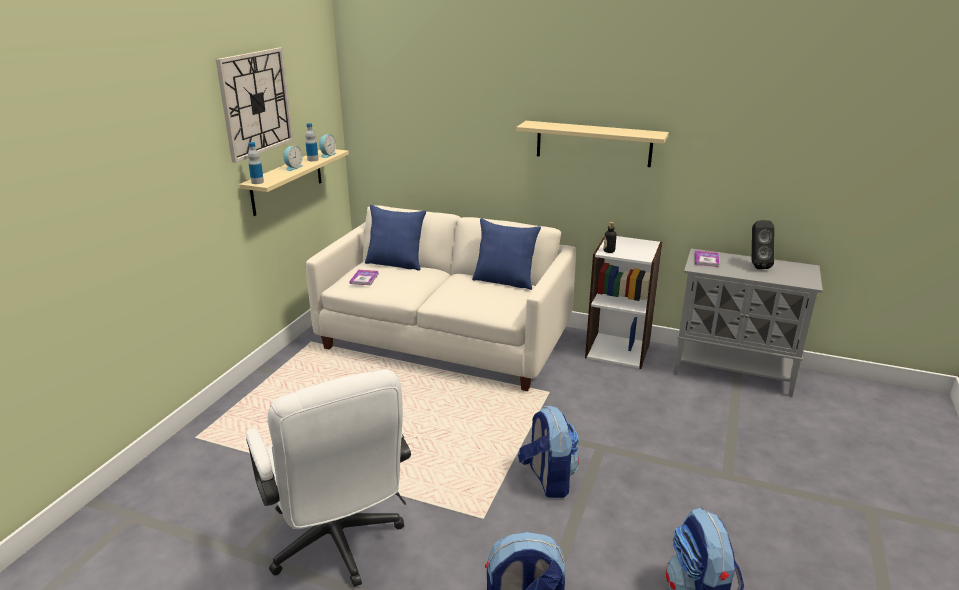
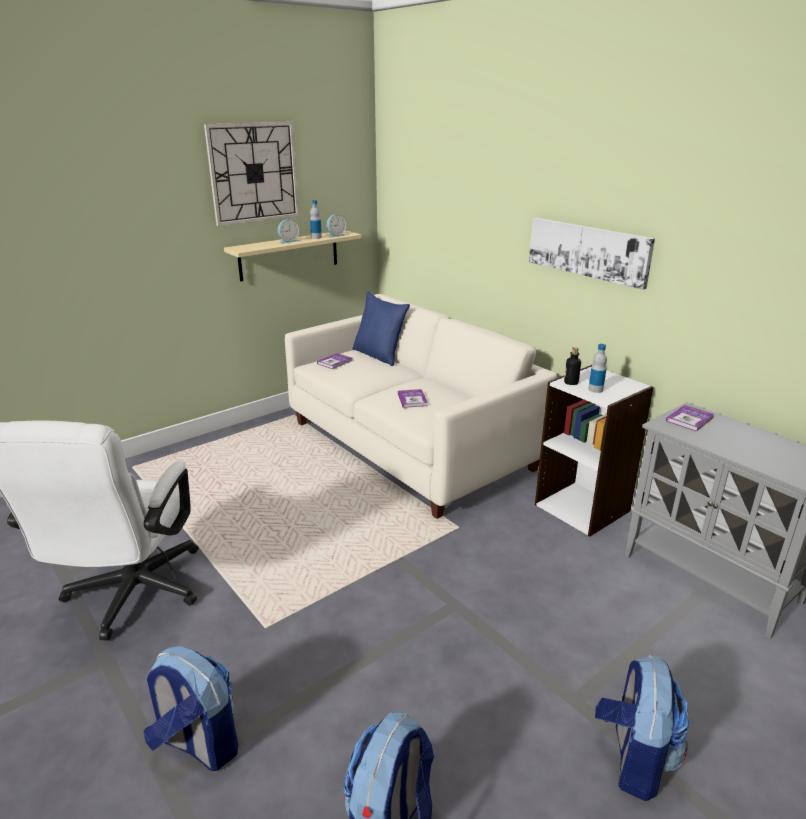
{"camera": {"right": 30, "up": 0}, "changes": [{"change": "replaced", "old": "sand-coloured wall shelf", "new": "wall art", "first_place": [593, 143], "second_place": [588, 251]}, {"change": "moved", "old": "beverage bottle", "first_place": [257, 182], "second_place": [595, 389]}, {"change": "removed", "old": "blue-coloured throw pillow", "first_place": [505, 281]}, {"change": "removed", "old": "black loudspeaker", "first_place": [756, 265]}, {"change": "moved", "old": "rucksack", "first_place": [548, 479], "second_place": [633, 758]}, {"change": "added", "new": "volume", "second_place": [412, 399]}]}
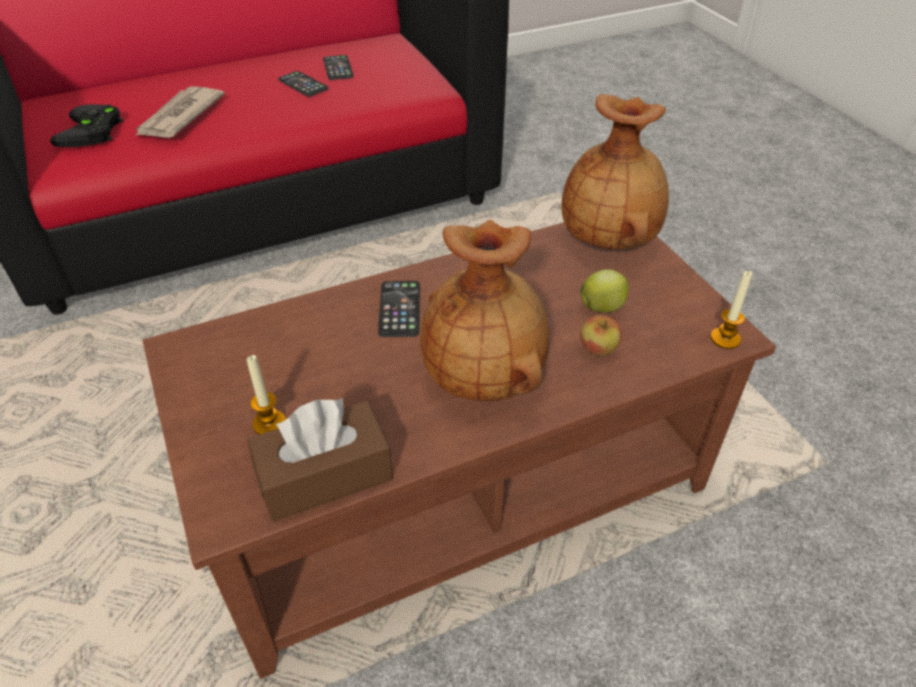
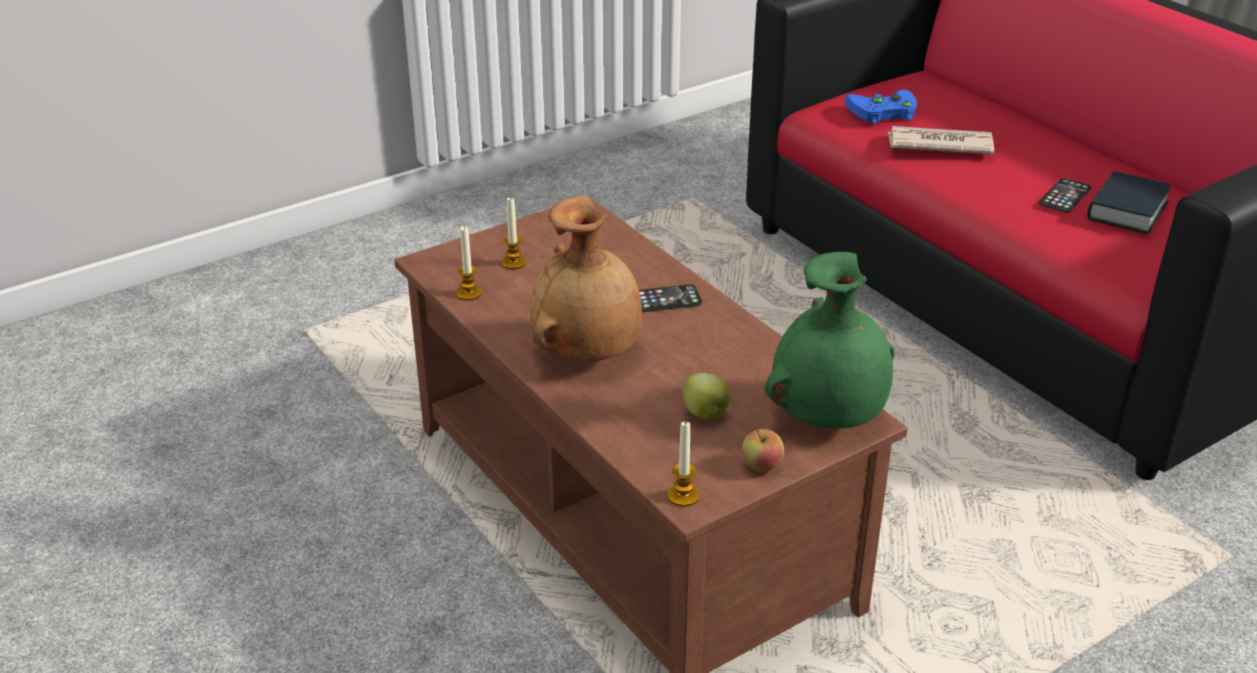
{"camera": {"right": 80, "up": -10}, "changes": [{"change": "replaced", "old": "phone", "new": "volume", "first_place": [338, 68], "second_place": [1126, 211]}, {"change": "recoloured", "old": "brownish flower vase", "new": "green-coloured flower vase", "first_place": [609, 239], "second_place": [829, 416]}, {"change": "recoloured", "old": "black gamepad", "new": "blue-coloured gamepad", "first_place": [92, 132], "second_place": [881, 112]}, {"change": "moved", "old": "apple fruit", "first_place": [598, 349], "second_place": [761, 466]}, {"change": "replaced", "old": "brownish tissue box", "new": "wax light", "first_place": [325, 475], "second_place": [469, 293]}]}
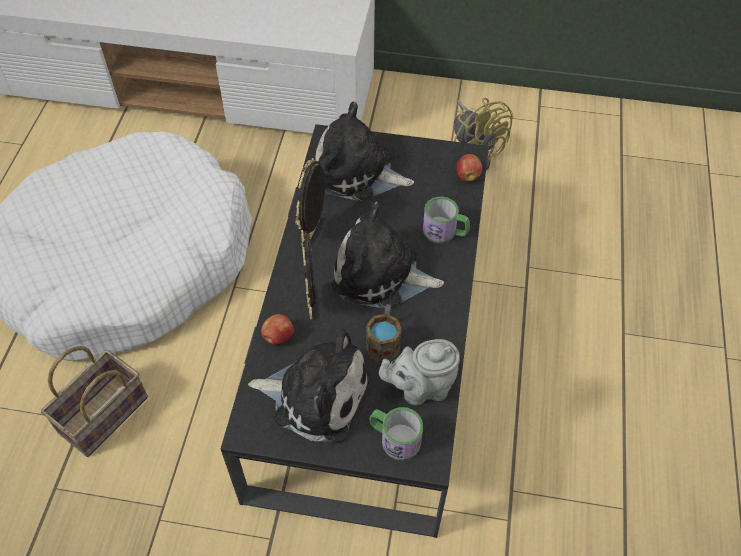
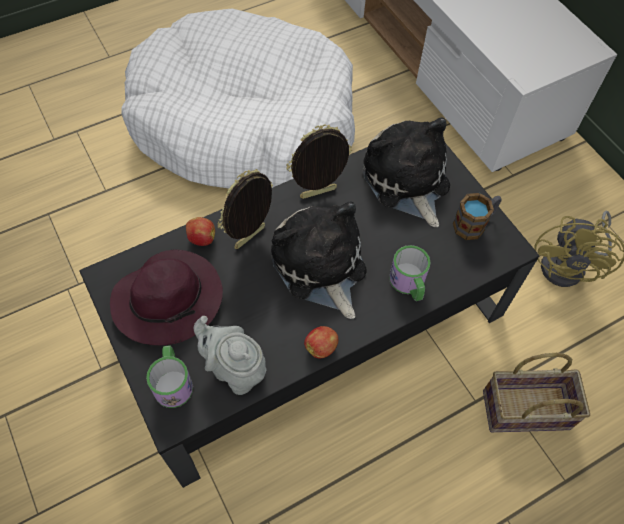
{"camera": {"right": 50, "up": 5}, "changes": [{"change": "moved", "old": "apple fruit", "first_place": [467, 176], "second_place": [321, 347]}, {"change": "moved", "old": "tea mug", "first_place": [384, 342], "second_place": [474, 224]}, {"change": "replaced", "old": "cuddly toy", "new": "purple-coloured clothing hat", "first_place": [316, 395], "second_place": [170, 299]}, {"change": "moved", "old": "basket", "first_place": [103, 417], "second_place": [524, 411]}]}
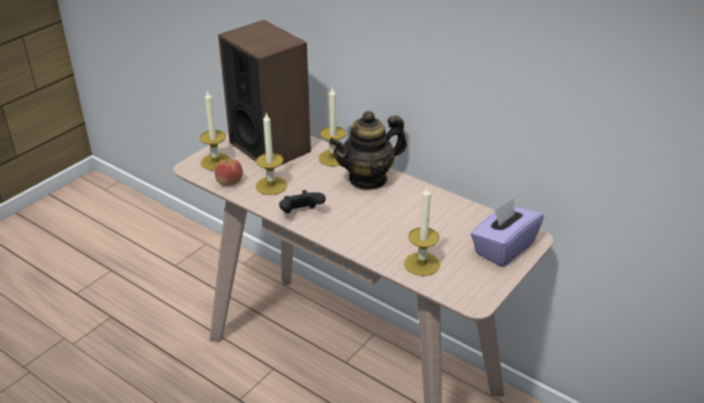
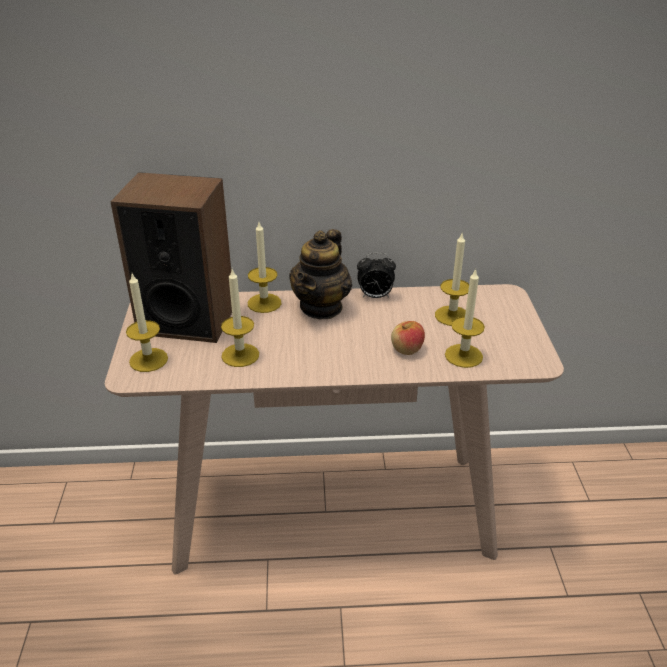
{"camera": {"right": -40, "up": 0}, "changes": [{"change": "moved", "old": "apple fruit", "first_place": [229, 182], "second_place": [407, 349]}, {"change": "removed", "old": "black gamepad", "first_place": [301, 214]}, {"change": "removed", "old": "purple-coloured tissue box", "first_place": [503, 248]}, {"change": "added", "new": "wax light", "second_place": [452, 316]}, {"change": "added", "new": "bedside clock", "second_place": [375, 296]}]}
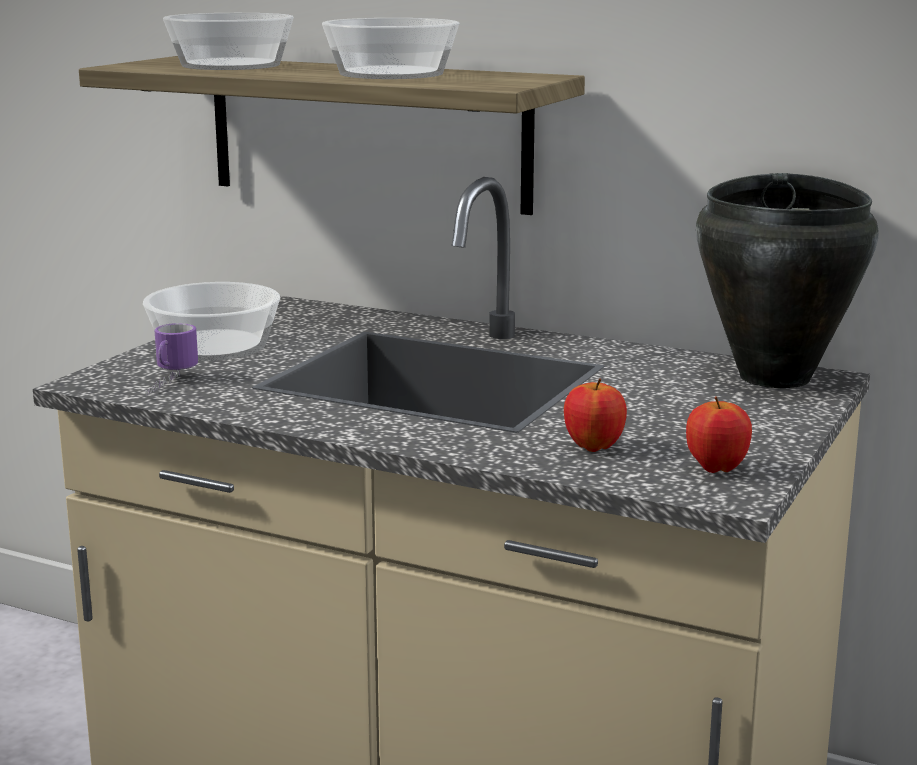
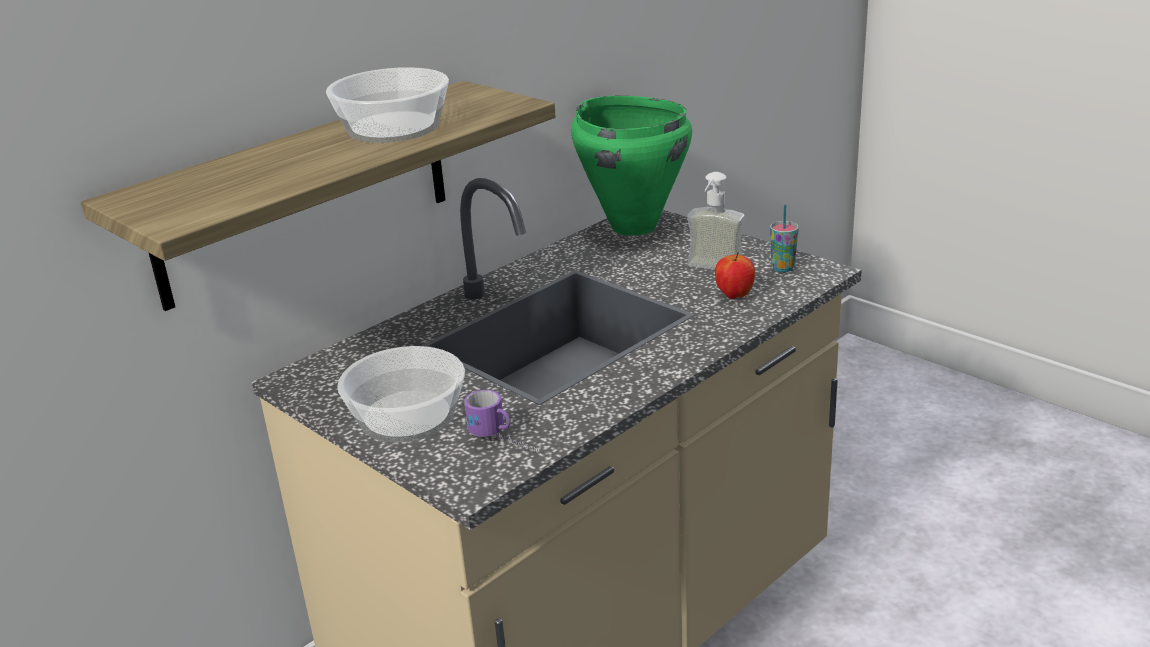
{"camera": {"right": -70, "up": 10}, "changes": [{"change": "removed", "old": "serving bowl", "first_place": [230, 65]}, {"change": "recoloured", "old": "black saucepot", "new": "green-coloured saucepot", "first_place": [776, 377], "second_place": [633, 226]}, {"change": "replaced", "old": "apple fruit", "new": "drinking cup", "first_place": [716, 469], "second_place": [782, 268]}, {"change": "added", "new": "soap dispenser", "second_place": [712, 270]}]}
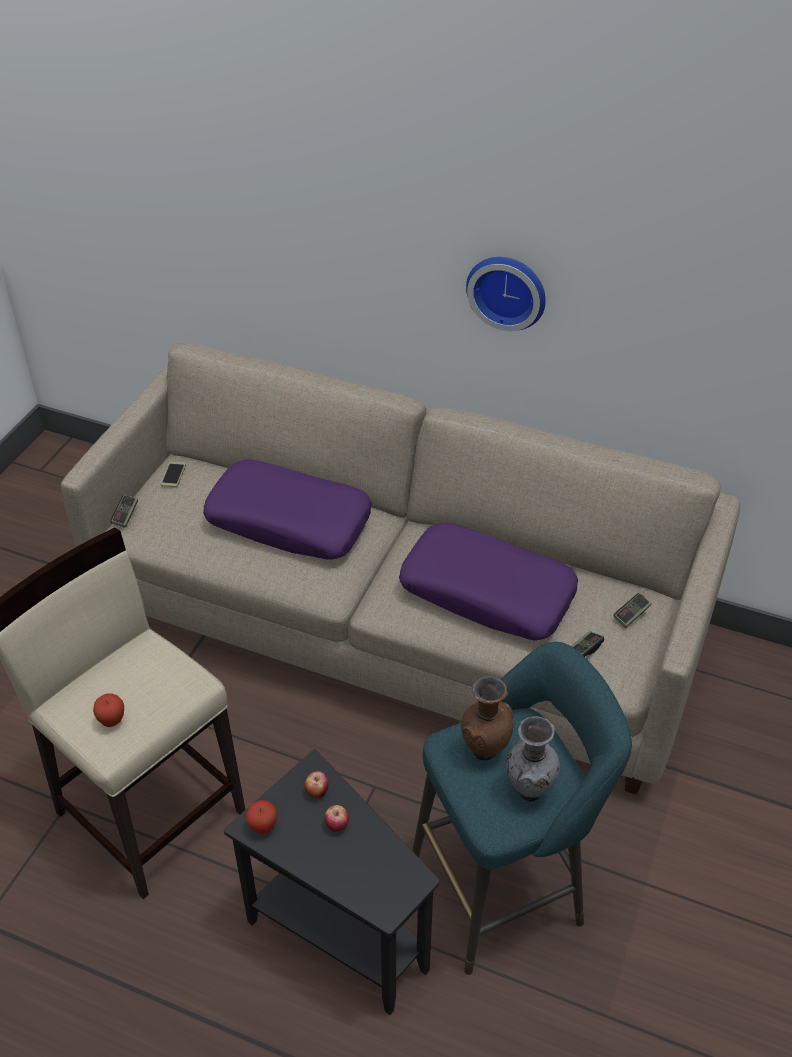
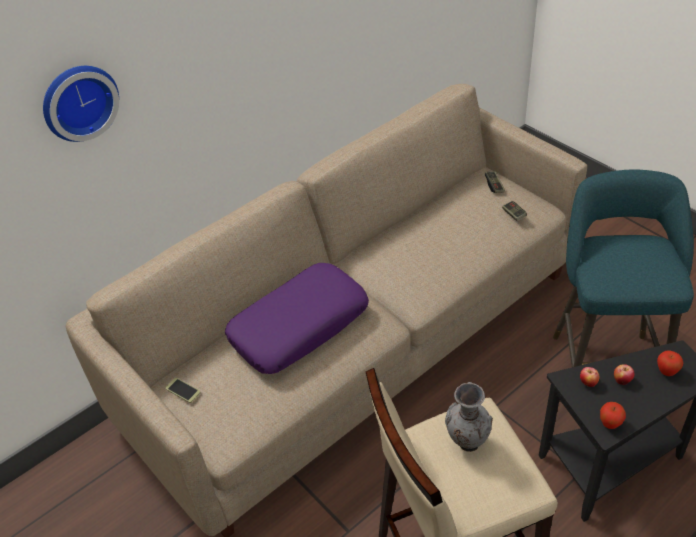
{"camera": {"right": -60, "up": 0}, "changes": [{"change": "moved", "old": "hanging clock", "first_place": [508, 290], "second_place": [78, 101]}, {"change": "removed", "old": "gamepad", "first_place": [125, 515]}, {"change": "removed", "old": "purple-coloured throw pillow", "first_place": [488, 593]}, {"change": "removed", "old": "brownish flower vase", "first_place": [484, 749]}, {"change": "moved", "old": "apple fruit", "first_place": [112, 721], "second_place": [666, 372]}, {"change": "moved", "old": "greyish flower vase", "first_place": [528, 790], "second_place": [466, 444]}]}
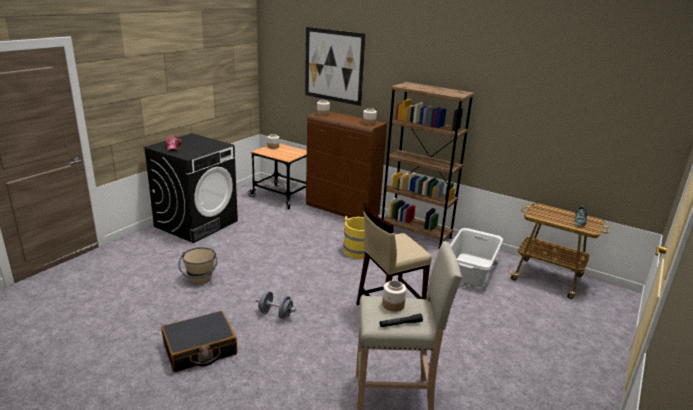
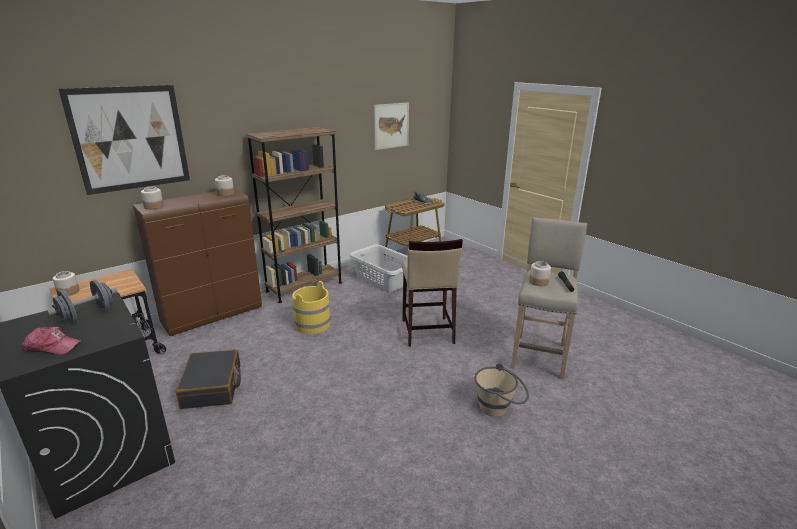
{"camera": {"right": -70, "up": 0}, "changes": [{"change": "moved", "old": "sand-coloured pail", "first_place": [200, 281], "second_place": [499, 408]}, {"change": "moved", "old": "greyish hand weight", "first_place": [275, 314], "second_place": [88, 315]}, {"change": "moved", "old": "black piece of luggage", "first_place": [200, 349], "second_place": [212, 387]}, {"change": "added", "new": "wall art", "second_place": [391, 126]}]}
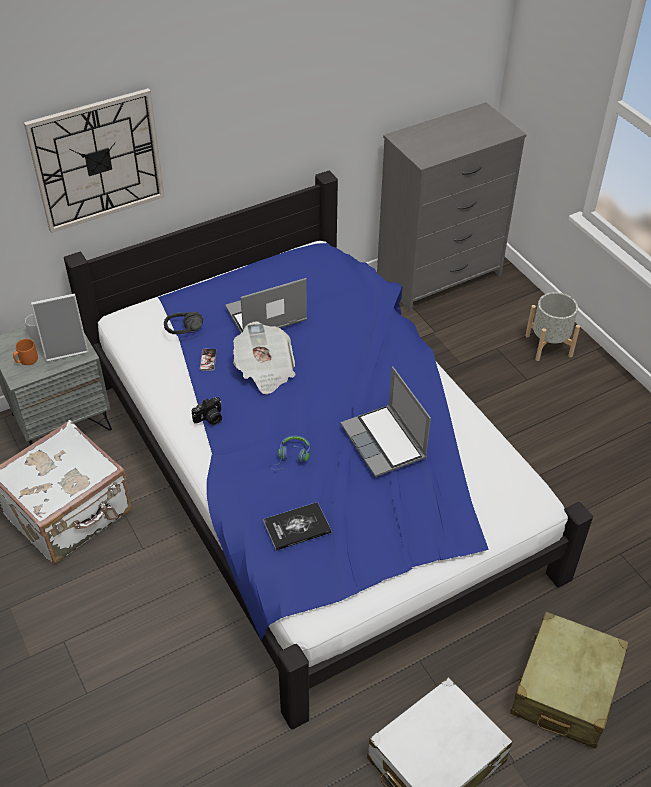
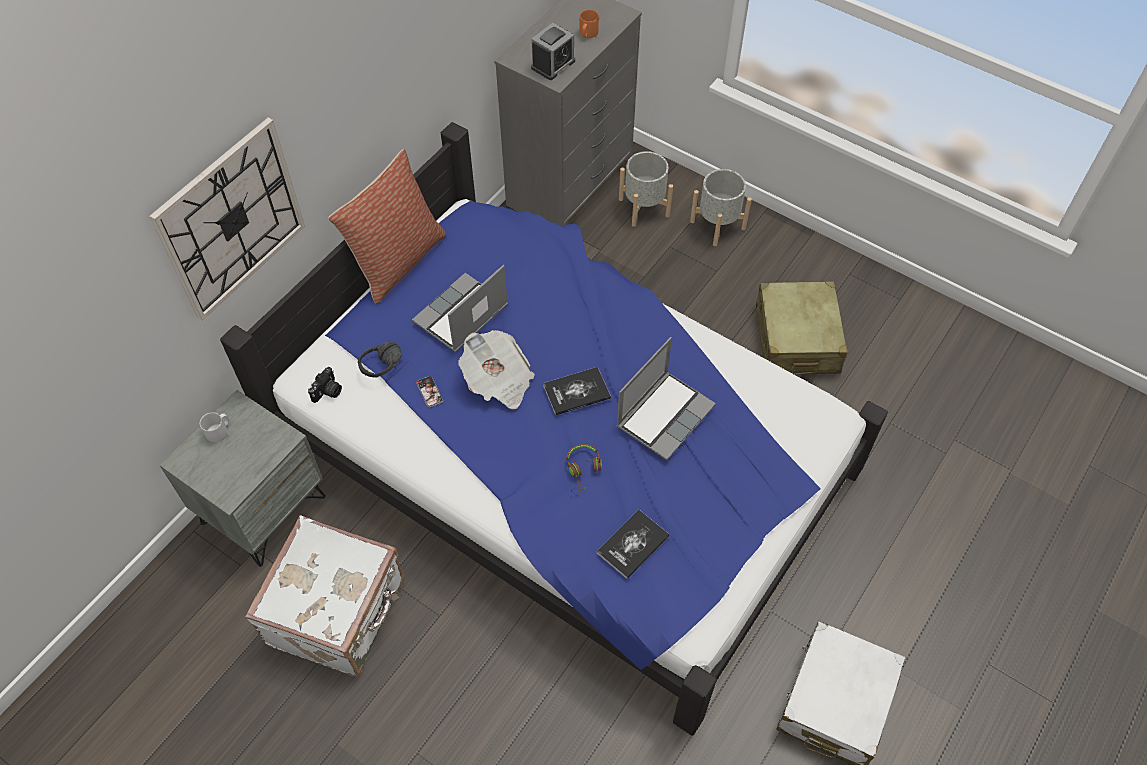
{"camera": {"right": -25, "up": 10}, "changes": [{"change": "removed", "old": "standing frame", "first_place": [65, 347]}, {"change": "moved", "old": "orange-coloured tea mug", "first_place": [26, 360], "second_place": [587, 34]}, {"change": "turned", "old": "portable computer", "first_place": [385, 442], "second_place": [665, 415], "degrees": -90}, {"change": "moved", "old": "photo camera", "first_place": [210, 419], "second_place": [328, 392]}, {"change": "recoloured", "old": "blue-coloured headphones", "new": "brownish headphones", "first_place": [291, 457], "second_place": [583, 470]}, {"change": "moved", "old": "sand-coloured piece of luggage", "first_place": [565, 689], "second_place": [796, 339]}, {"change": "added", "new": "bedside clock", "second_place": [553, 64]}, {"change": "added", "new": "throw pillow", "second_place": [397, 260]}, {"change": "added", "new": "greyish planter", "second_place": [643, 207]}, {"change": "added", "new": "volume", "second_place": [576, 392]}]}
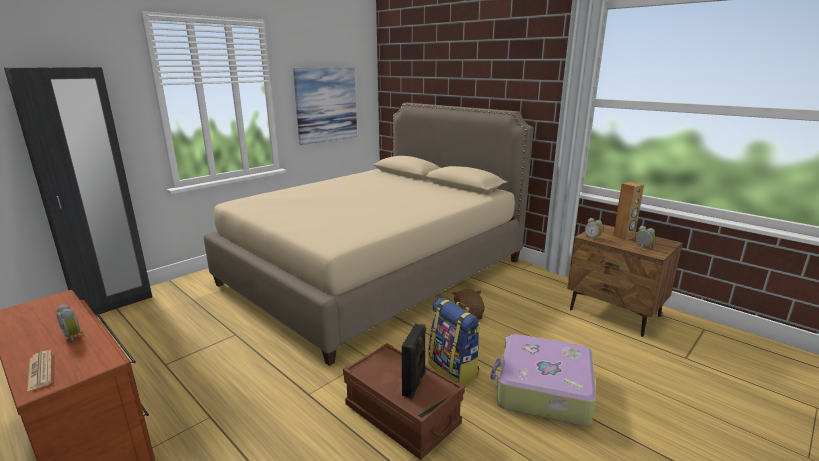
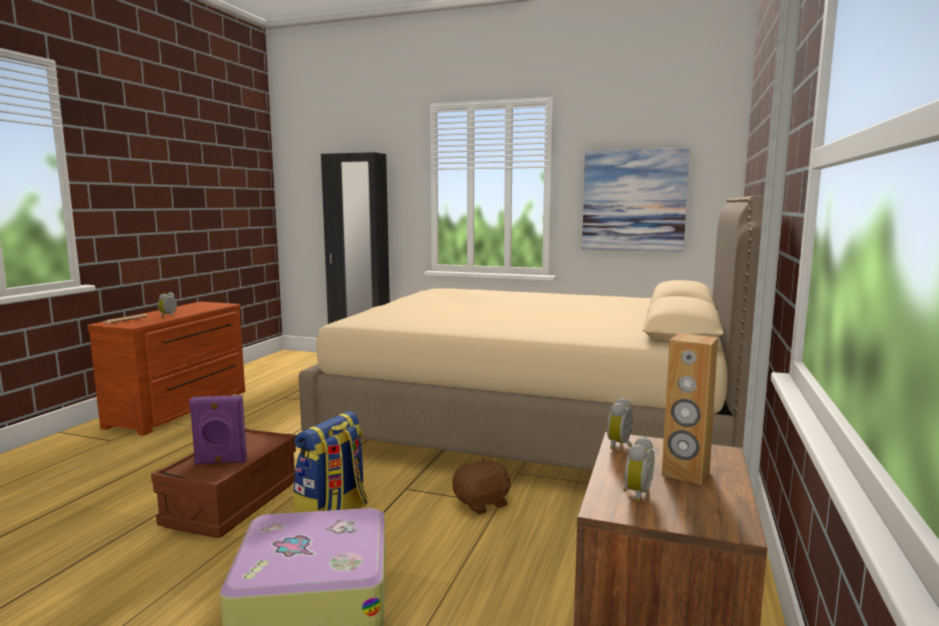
{"camera": {"right": 65, "up": -10}, "changes": [{"change": "recoloured", "old": "black loudspeaker", "new": "purple-coloured loudspeaker", "first_place": [415, 384], "second_place": [220, 462]}]}
